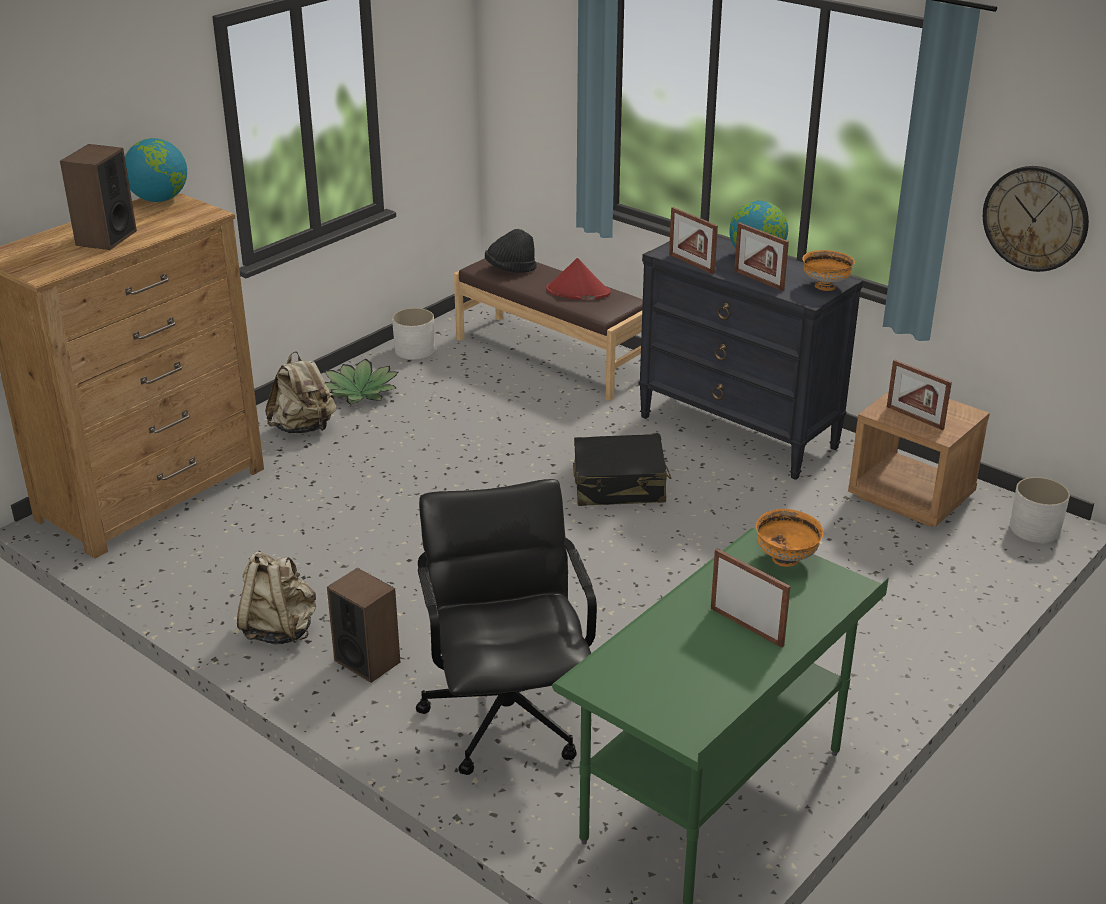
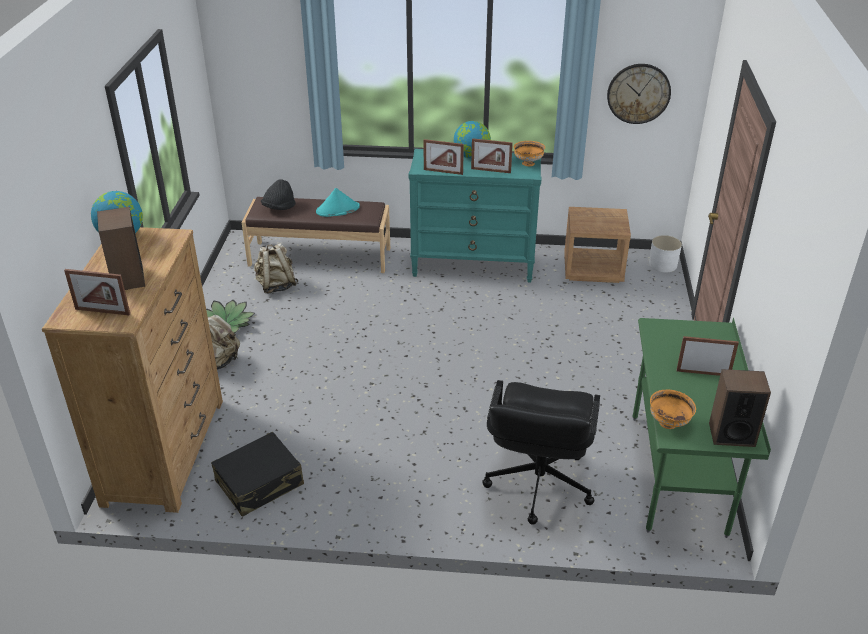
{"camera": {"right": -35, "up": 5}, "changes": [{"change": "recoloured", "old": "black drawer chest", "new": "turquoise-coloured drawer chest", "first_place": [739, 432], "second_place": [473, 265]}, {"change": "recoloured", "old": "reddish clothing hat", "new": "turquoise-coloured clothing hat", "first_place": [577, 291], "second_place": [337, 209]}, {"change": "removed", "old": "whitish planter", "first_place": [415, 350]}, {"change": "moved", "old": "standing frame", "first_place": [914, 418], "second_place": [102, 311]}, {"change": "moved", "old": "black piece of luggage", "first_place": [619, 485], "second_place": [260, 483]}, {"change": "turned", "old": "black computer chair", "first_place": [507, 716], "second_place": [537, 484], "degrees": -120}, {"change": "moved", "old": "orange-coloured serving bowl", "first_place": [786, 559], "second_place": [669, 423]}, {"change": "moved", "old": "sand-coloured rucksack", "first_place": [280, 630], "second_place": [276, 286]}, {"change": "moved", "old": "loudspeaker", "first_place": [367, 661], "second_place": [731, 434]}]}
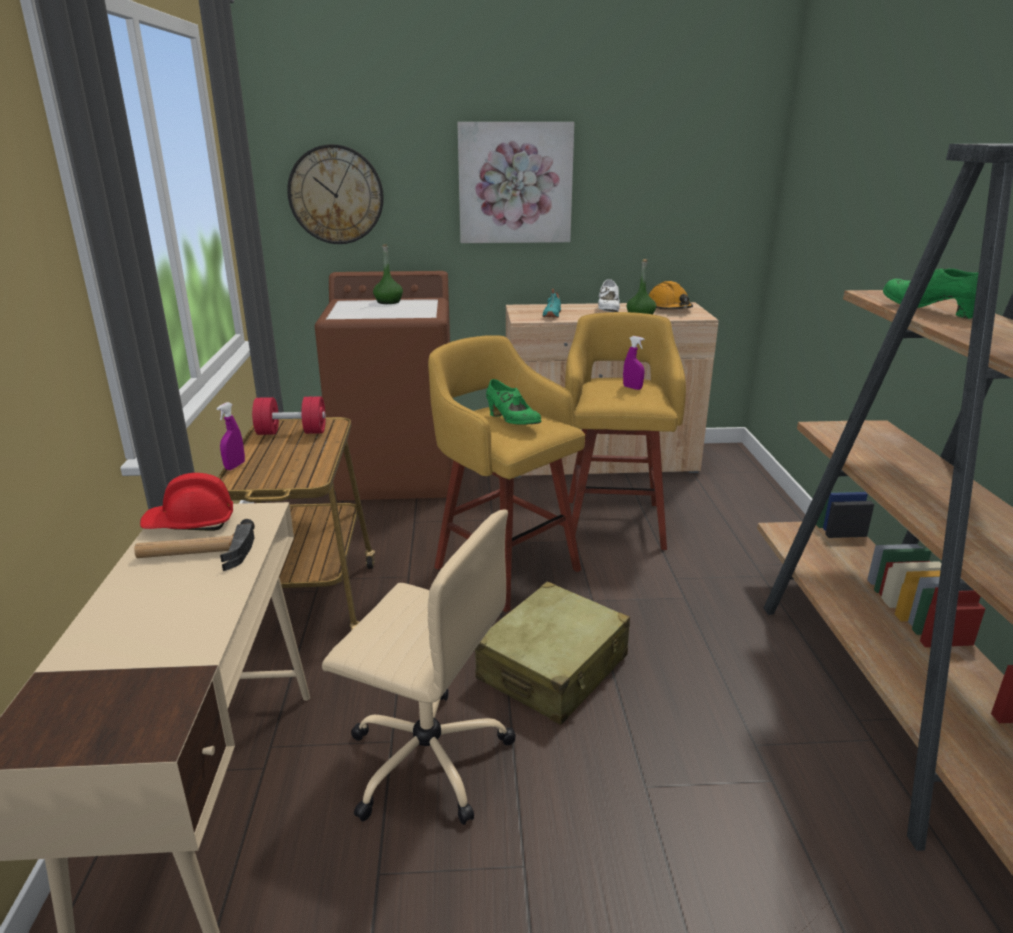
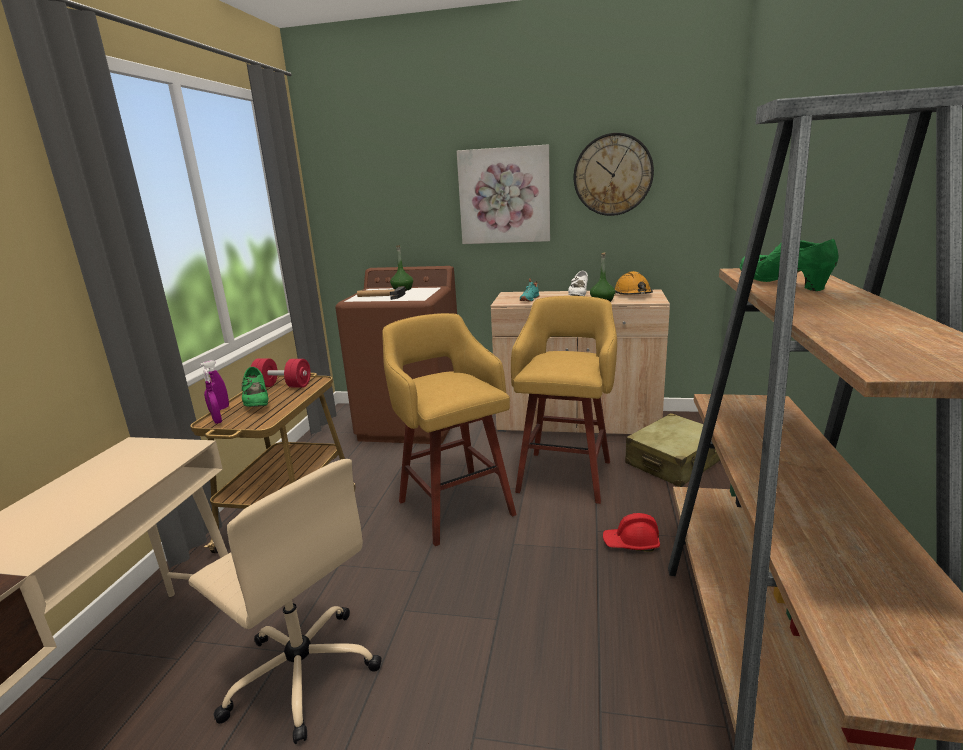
{"camera": {"right": 15, "up": -5}, "changes": [{"change": "moved", "old": "hanging clock", "first_place": [336, 195], "second_place": [612, 175]}, {"change": "moved", "old": "purple-coloured sprayer", "first_place": [632, 388], "second_place": [217, 421]}, {"change": "moved", "old": "green-coloured low shoe", "first_place": [512, 422], "second_place": [257, 403]}, {"change": "moved", "old": "reddish work helmet", "first_place": [190, 523], "second_place": [631, 543]}, {"change": "moved", "old": "hammer", "first_place": [195, 554], "second_place": [380, 296]}, {"change": "moved", "old": "sand-coloured piece of luggage", "first_place": [553, 668], "second_place": [674, 462]}]}
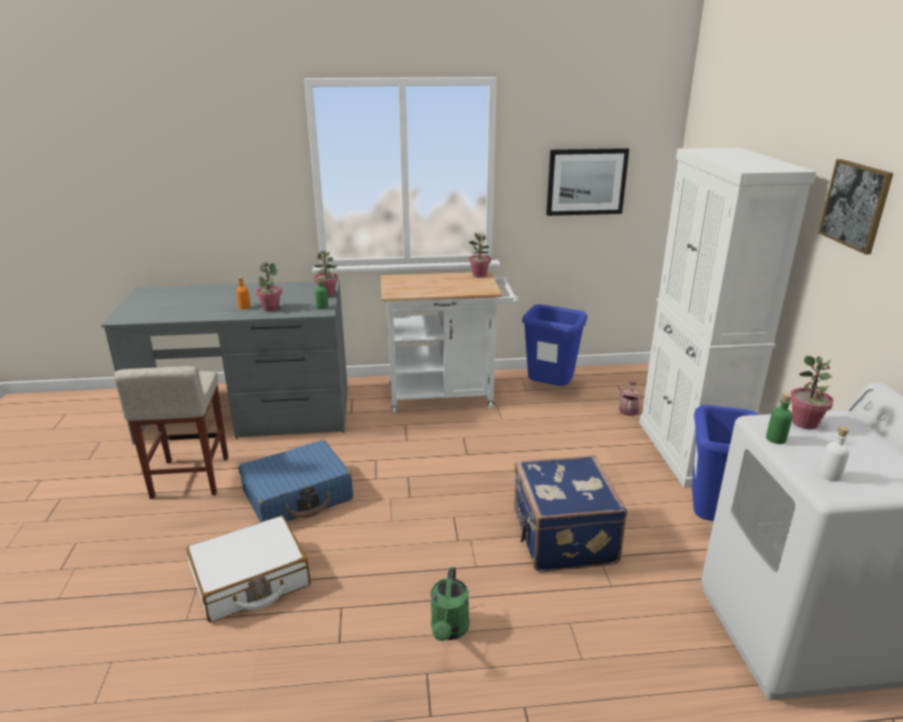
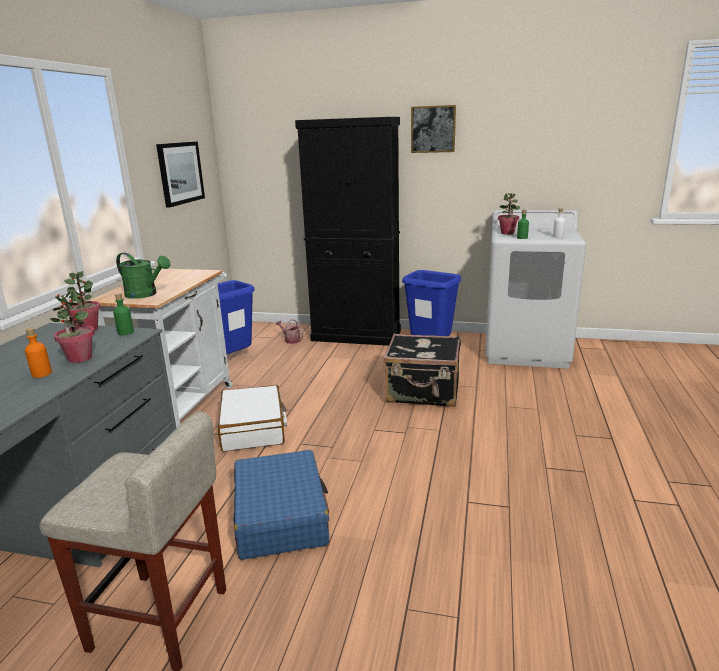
{"camera": {"right": -70, "up": -5}, "changes": [{"change": "recoloured", "old": "whitish cabinet", "new": "black cabinet", "first_place": [687, 451], "second_place": [356, 335]}, {"change": "removed", "old": "houseplant", "first_place": [479, 275]}, {"change": "recoloured", "old": "blue-coloured piece of luggage", "new": "black piece of luggage", "first_place": [561, 538], "second_place": [423, 392]}, {"change": "moved", "old": "whitish piece of luggage", "first_place": [250, 580], "second_place": [253, 428]}, {"change": "moved", "old": "green-coloured watering pot", "first_place": [449, 630], "second_place": [145, 294]}]}
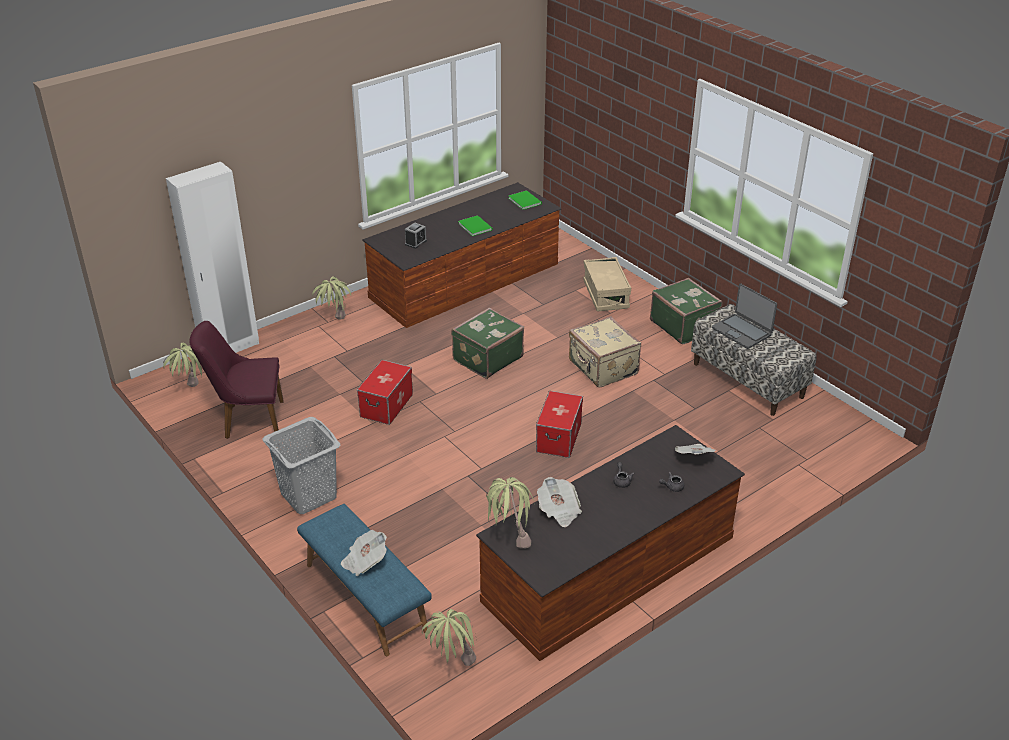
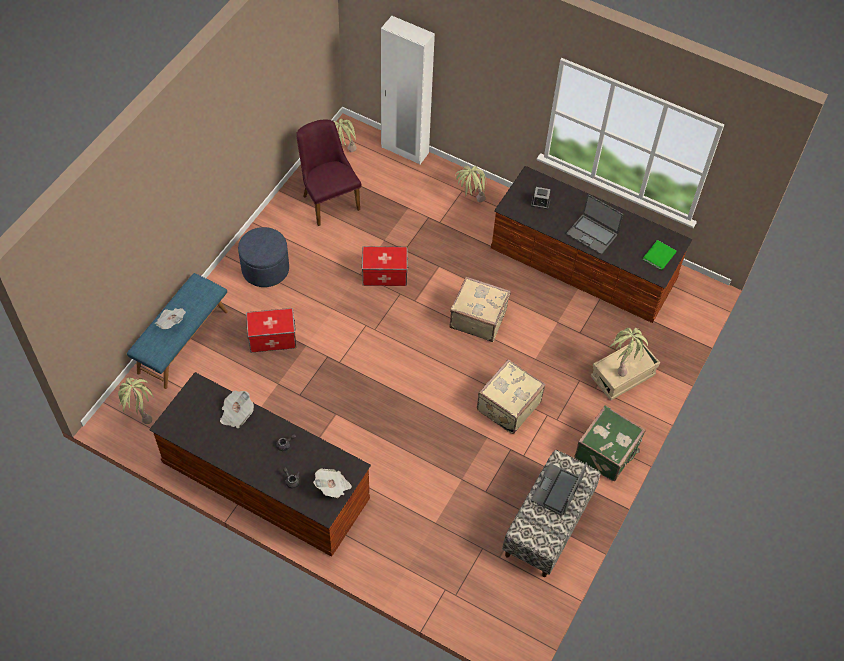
{"camera": {"right": 65, "up": 20}, "changes": [{"change": "replaced", "old": "green-coloured volume", "new": "portable computer", "first_place": [475, 226], "second_place": [592, 234]}, {"change": "recoloured", "old": "green-coloured piece of luggage", "new": "sand-coloured piece of luggage", "first_place": [486, 358], "second_place": [478, 318]}, {"change": "moved", "old": "storage box", "first_place": [558, 437], "second_place": [272, 338]}, {"change": "replaced", "old": "greyish washing basket", "new": "blue-coloured footrest", "first_place": [308, 495], "second_place": [265, 269]}, {"change": "moved", "old": "houseplant", "first_place": [509, 539], "second_place": [623, 363]}]}
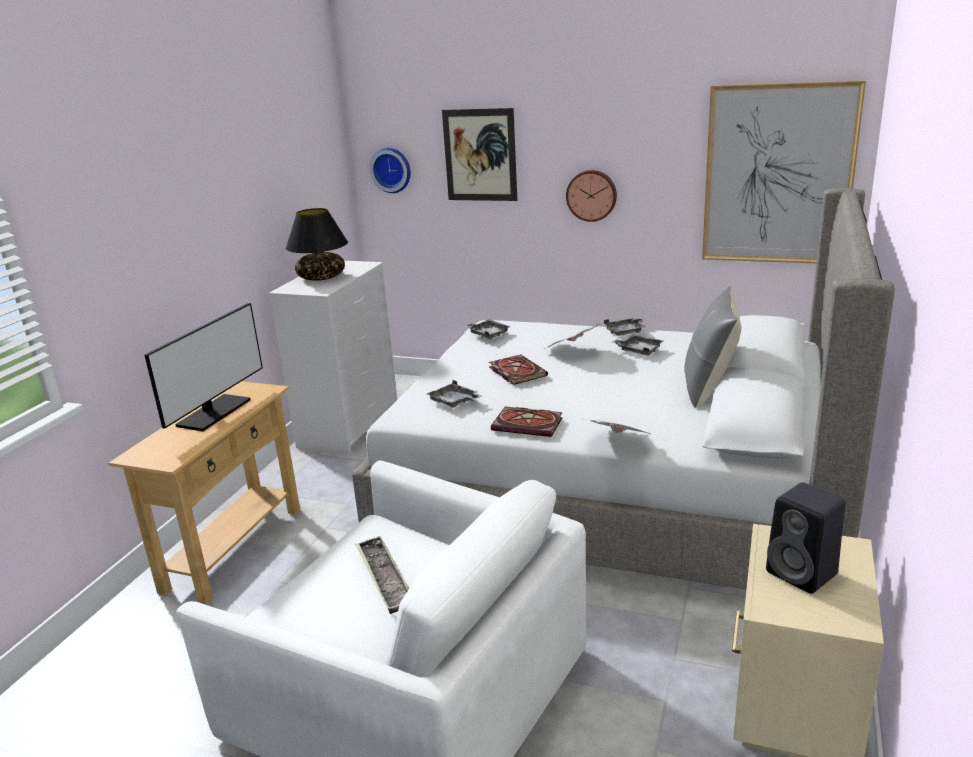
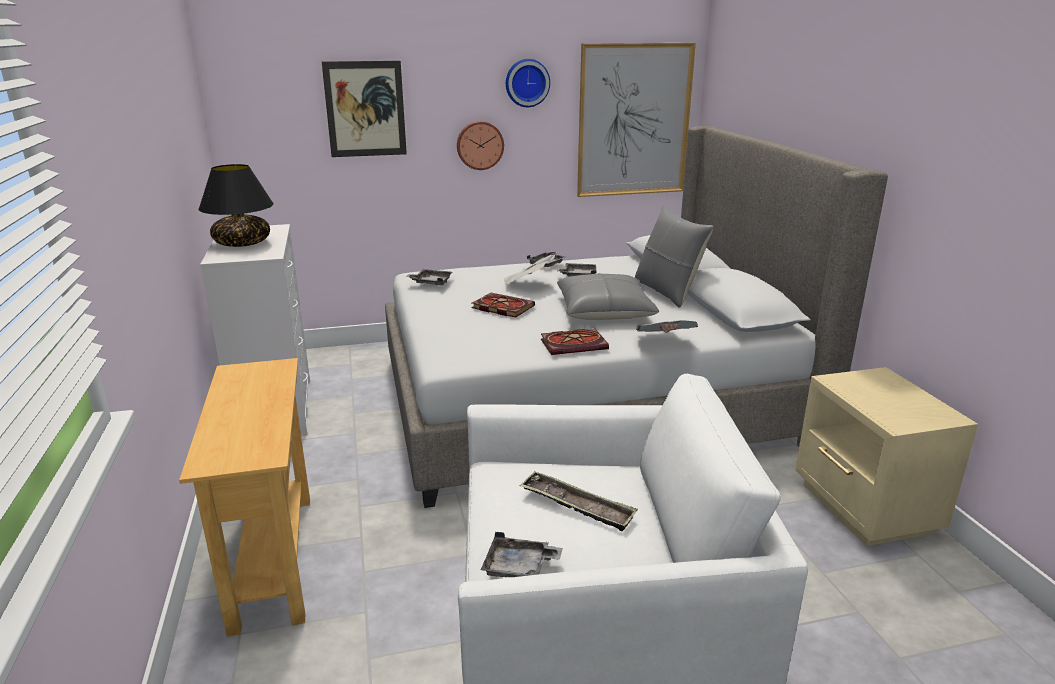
{"camera": {"right": -35, "up": 0}, "changes": [{"change": "moved", "old": "hanging clock", "first_place": [392, 169], "second_place": [526, 83]}, {"change": "removed", "old": "computer display", "first_place": [214, 413]}, {"change": "moved", "old": "greyish serving tray", "first_place": [454, 402], "second_place": [519, 567]}, {"change": "removed", "old": "black loudspeaker", "first_place": [803, 574]}, {"change": "added", "new": "greyish throw pillow", "second_place": [604, 311]}]}
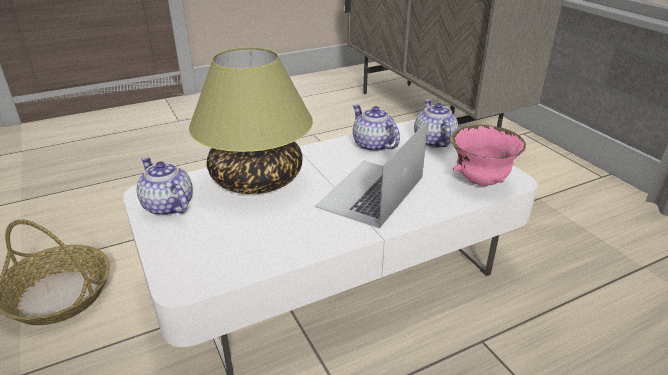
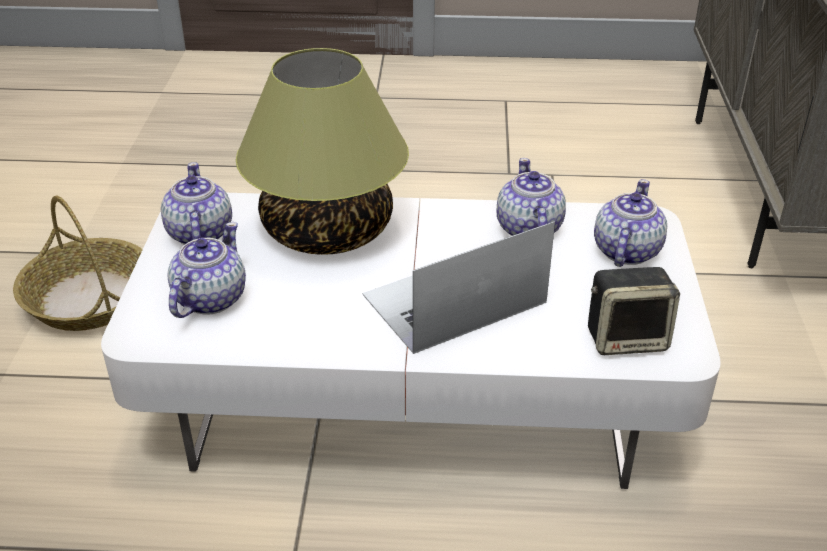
{"camera": {"right": 30, "up": 5}, "changes": [{"change": "replaced", "old": "pinkish serving bowl", "new": "loudspeaker", "first_place": [480, 181], "second_place": [627, 338]}, {"change": "added", "new": "pot for tea", "second_place": [209, 299]}]}
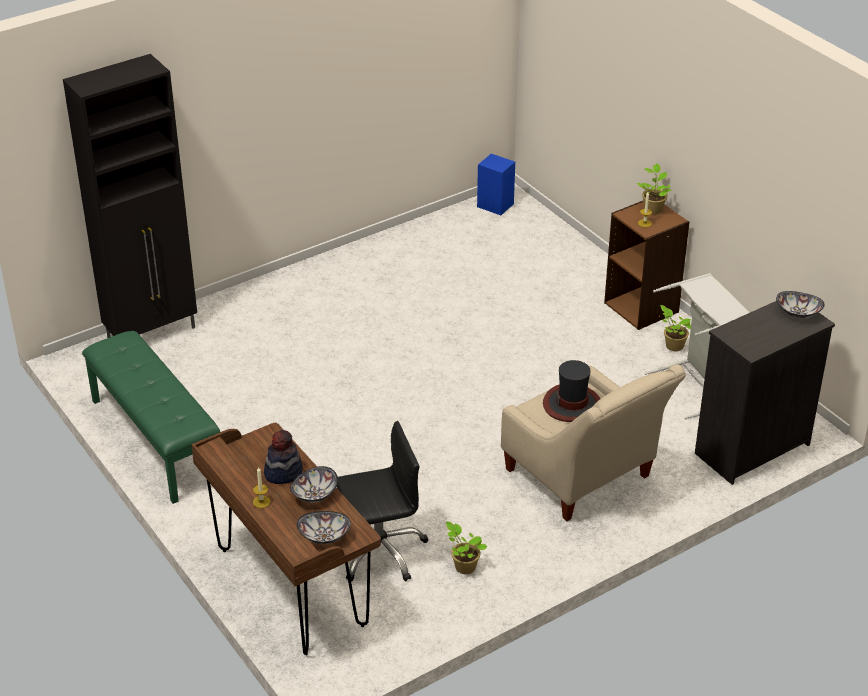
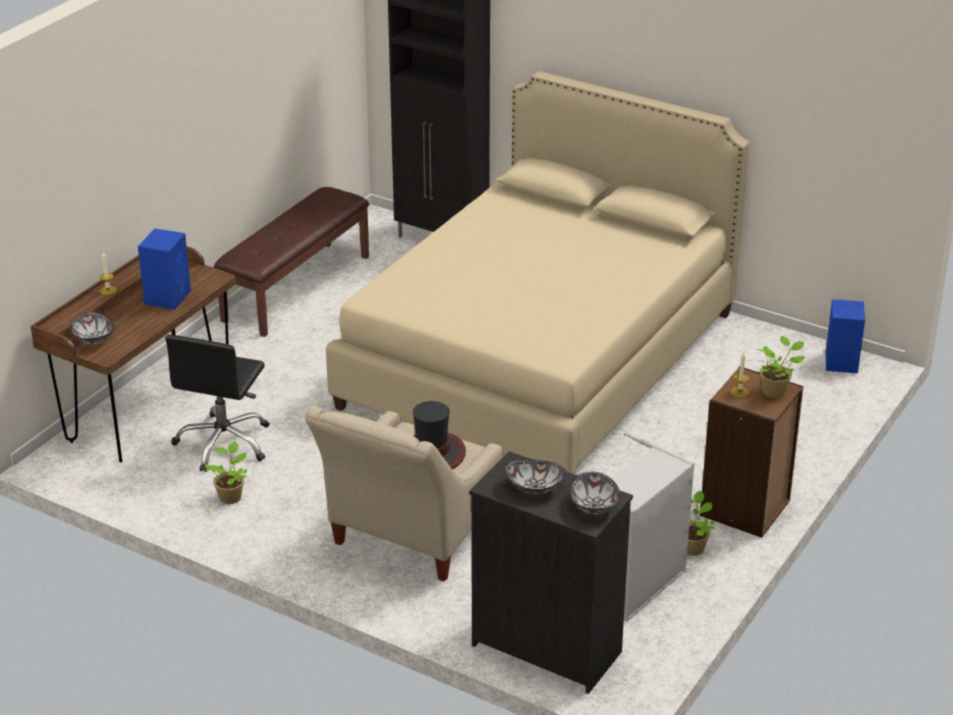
{"camera": {"right": 65, "up": -5}, "changes": [{"change": "recoloured", "old": "green-coloured indoor bench", "new": "brownish indoor bench", "first_place": [155, 440], "second_place": [296, 288]}, {"change": "turned", "old": "black computer chair", "first_place": [379, 551], "second_place": [224, 443], "degrees": 60}, {"change": "replaced", "old": "clothing hat", "new": "blue-coloured loudspeaker", "first_place": [283, 472], "second_place": [168, 297]}, {"change": "moved", "old": "serving bowl", "first_place": [314, 494], "second_place": [535, 486]}, {"change": "added", "new": "sand-coloured bed", "second_place": [539, 359]}]}
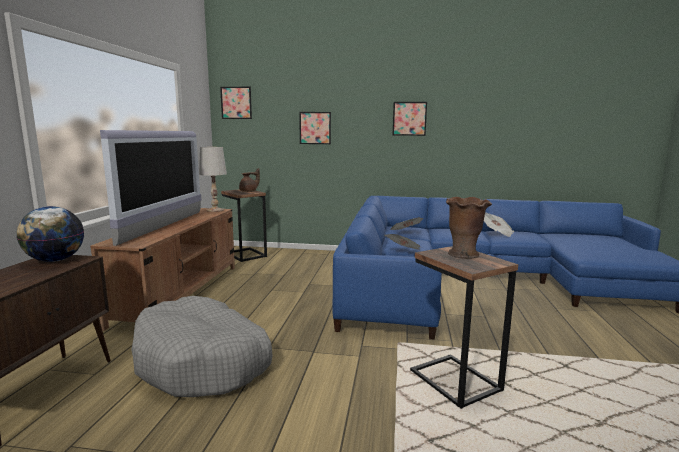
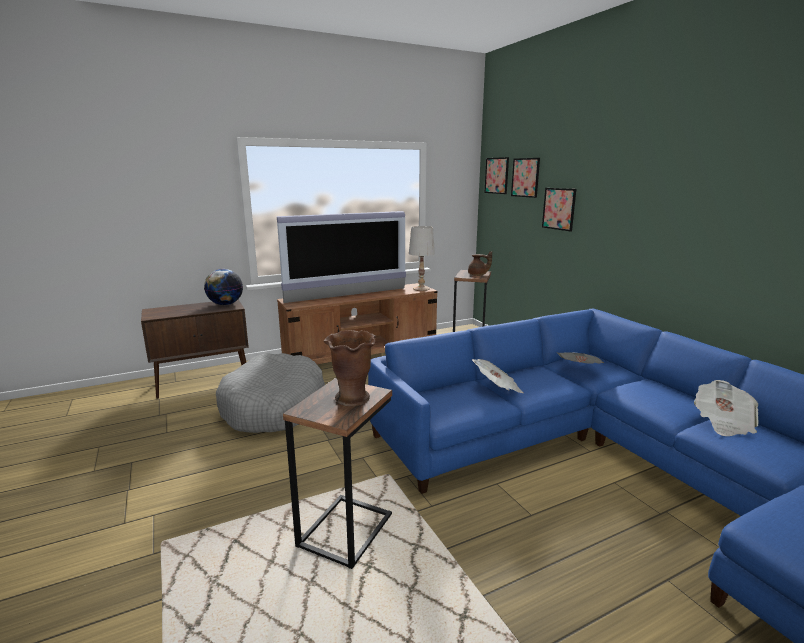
{"camera": {"right": 55, "up": 5}, "changes": [{"change": "moved", "old": "wall art", "first_place": [409, 118], "second_place": [525, 177]}]}
